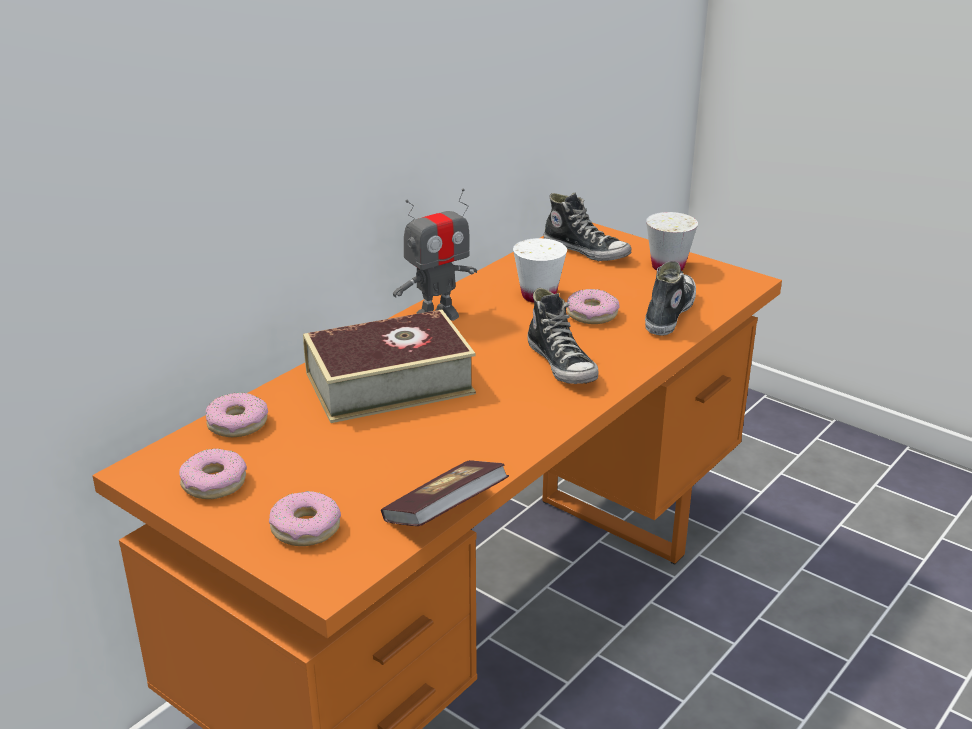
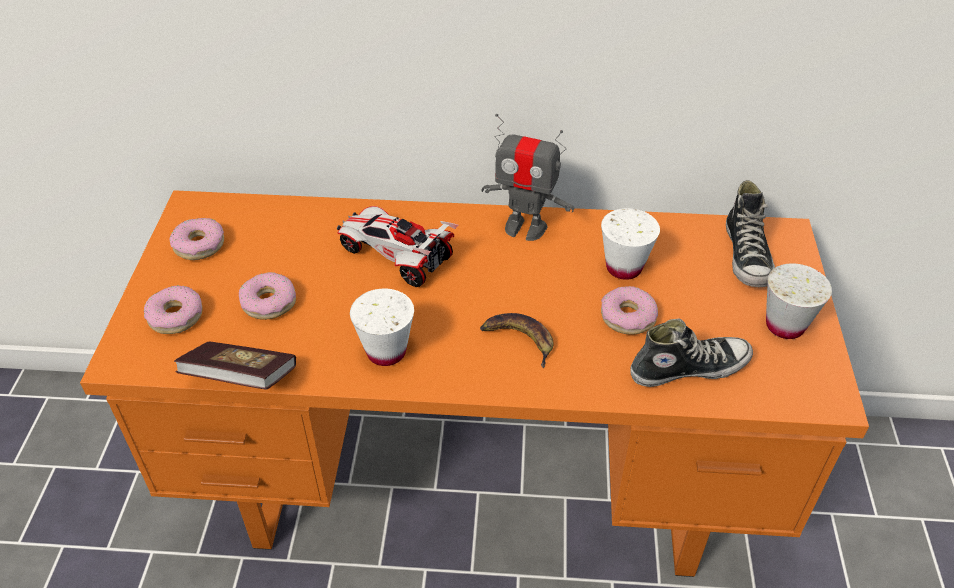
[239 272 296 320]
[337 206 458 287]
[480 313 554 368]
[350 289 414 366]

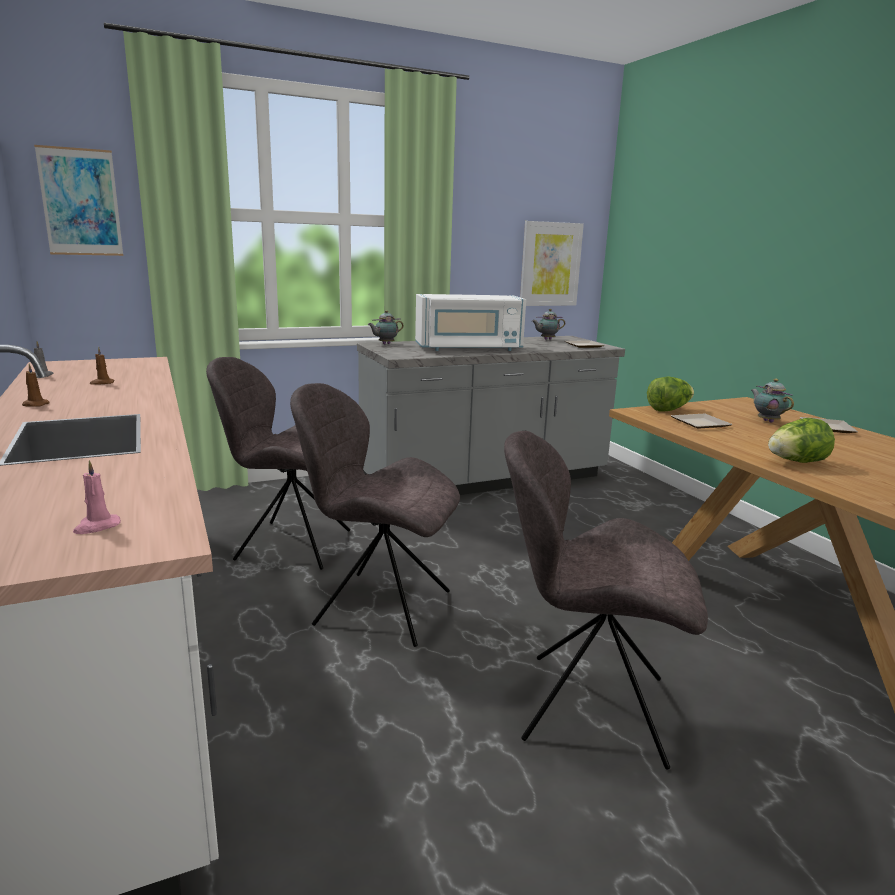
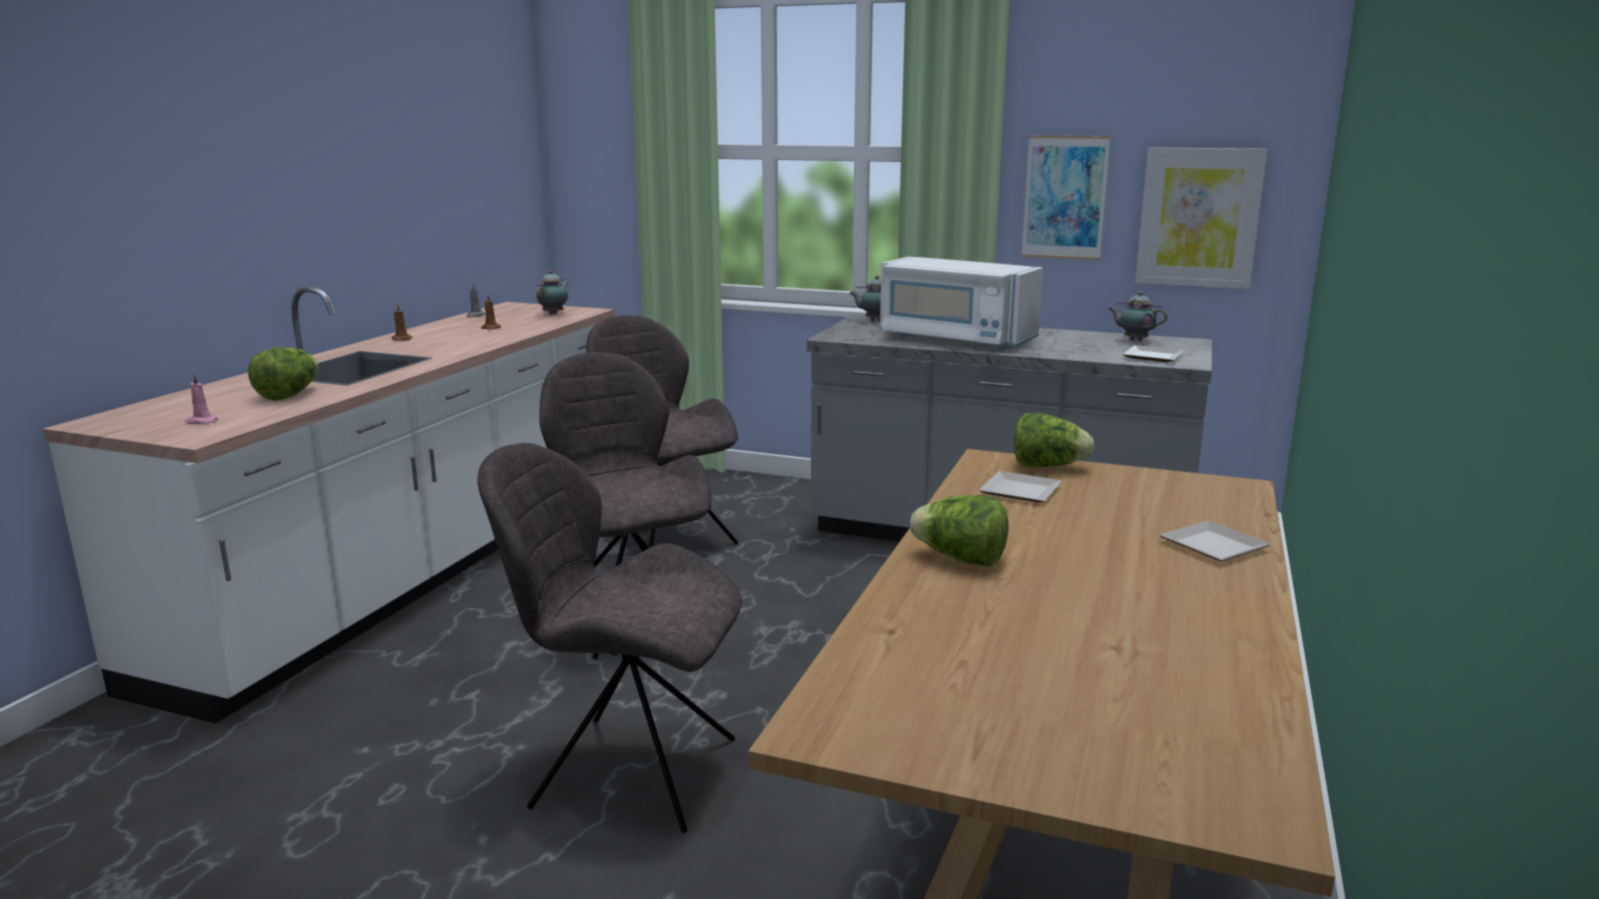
[1021 136 1111 260]
[477 443 742 833]
[536 270 568 315]
[248 347 318 401]

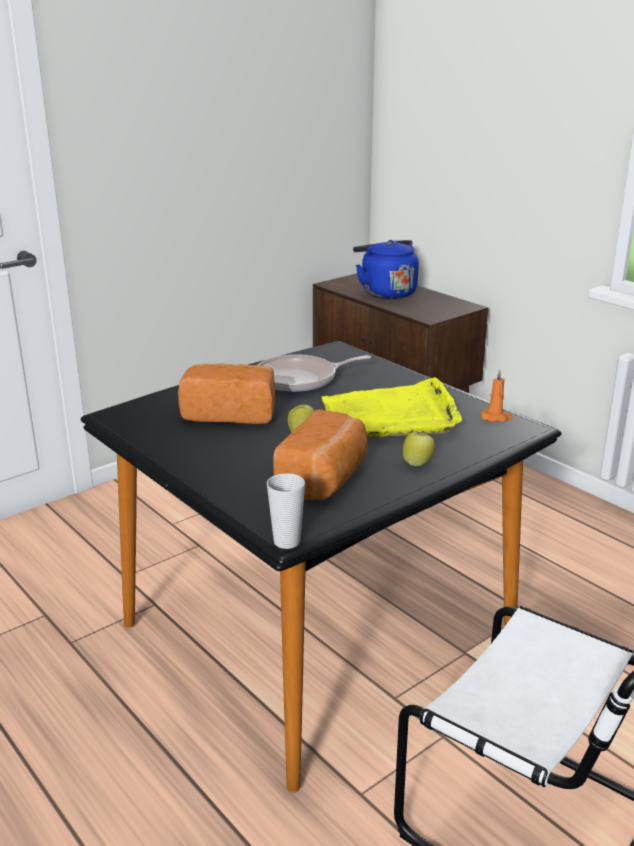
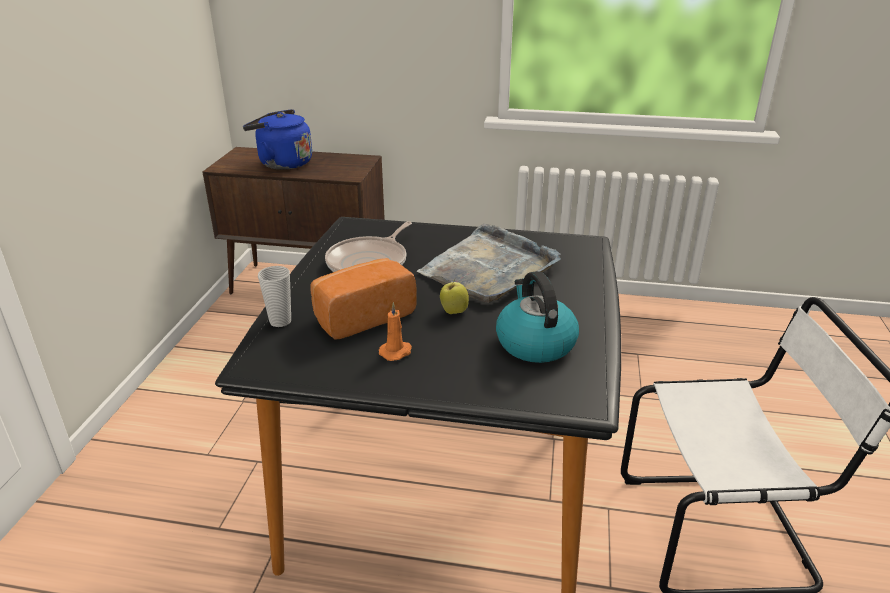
[258 266 291 327]
[496 271 579 363]
[417 224 561 303]
[403 431 435 466] (first image)
[379 302 412 361]

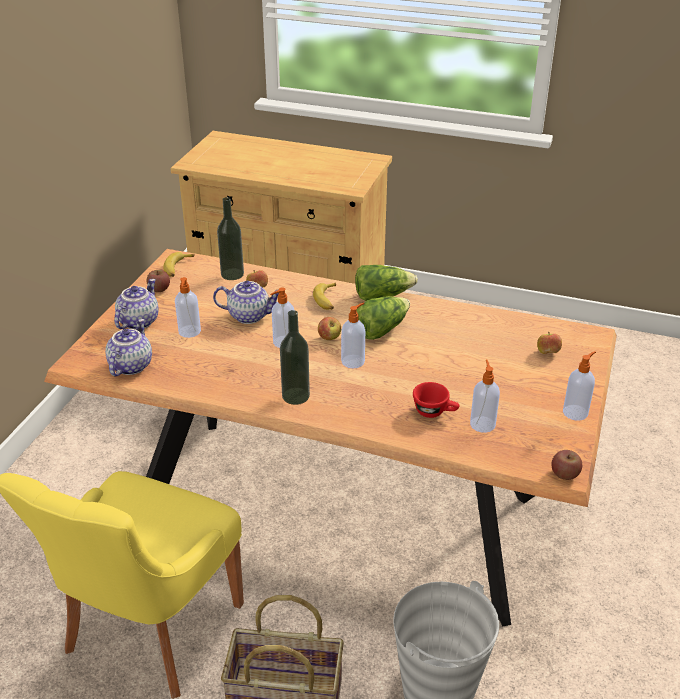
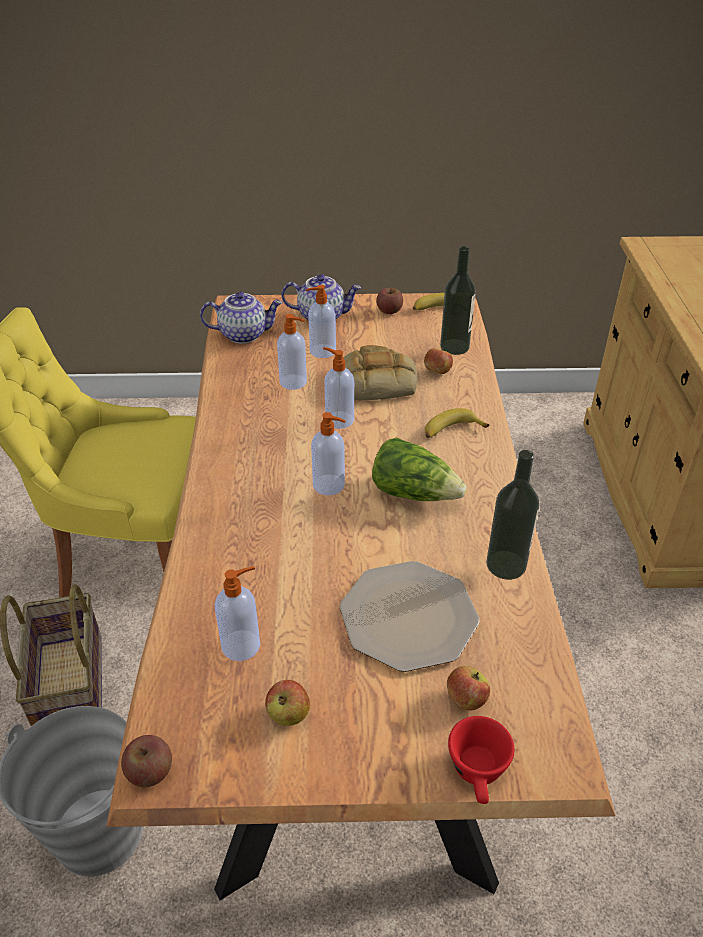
[343 345 417 400]
[486 450 539 580]
[265 680 310 726]
[355 265 418 301] (first image)
[448 716 514 804]
[277 314 307 390]
[340 561 479 672]

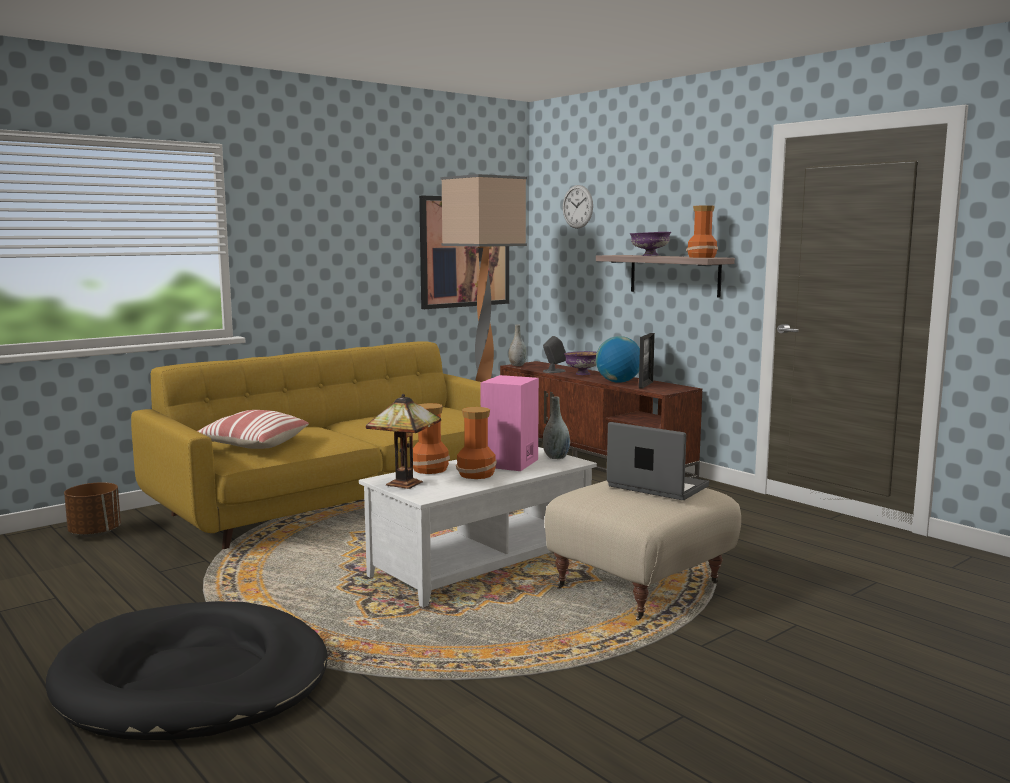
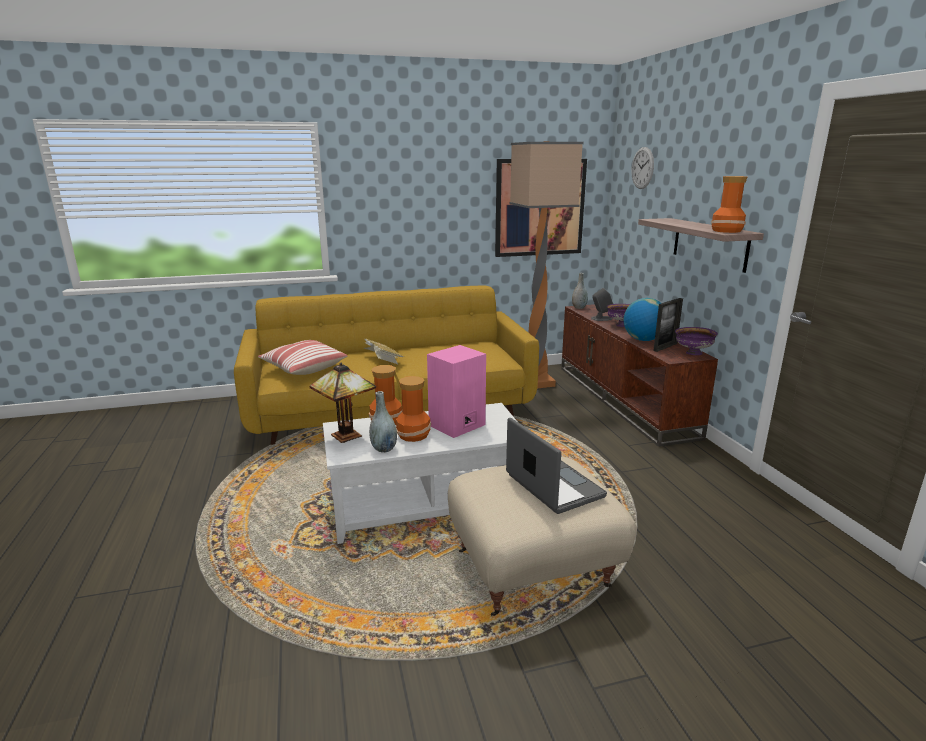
[46 601 328 740] (first image)
[64 482 121 537] (first image)
[369 391 397 453]
[675 327 718 355]
[364 338 404 364]

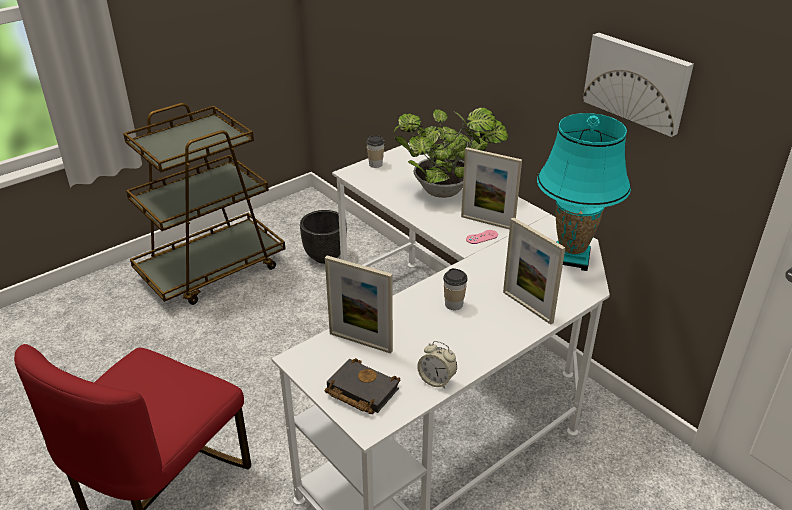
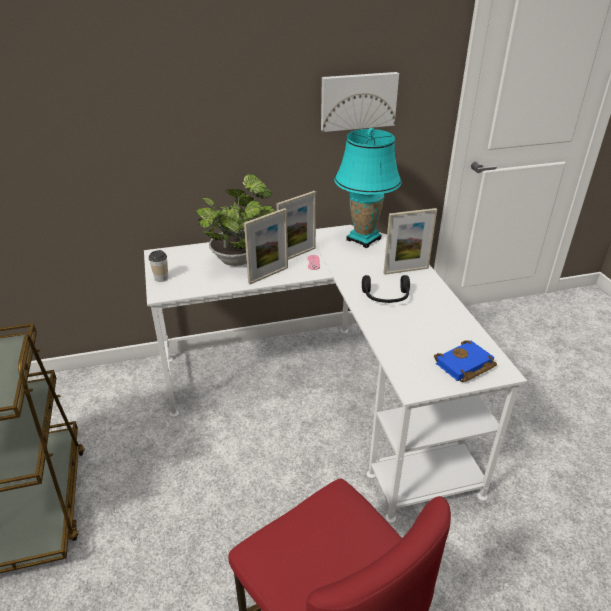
[300 210 347 264] (first image)
[244 208 288 284]
[434 340 497 382]
[417 341 457 389] (first image)
[362 275 410 303]

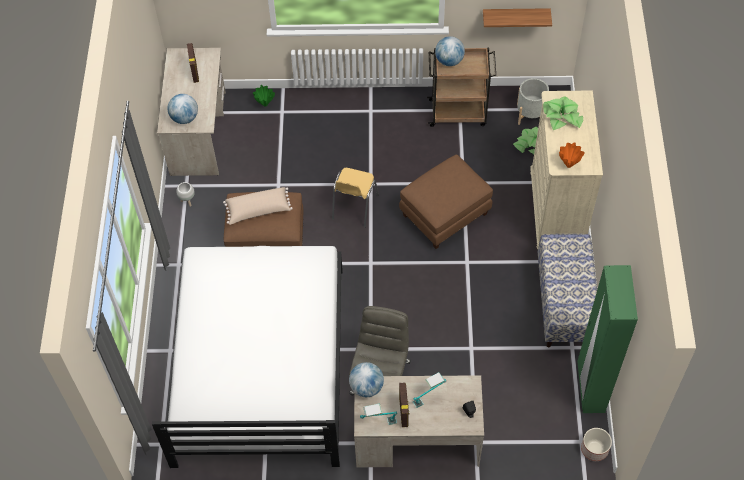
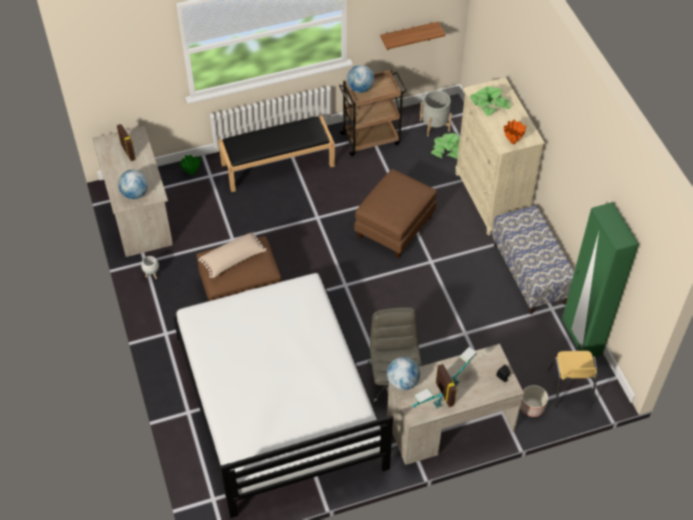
[548 351 598 408]
[520 385 548 417]
[218 115 335 192]

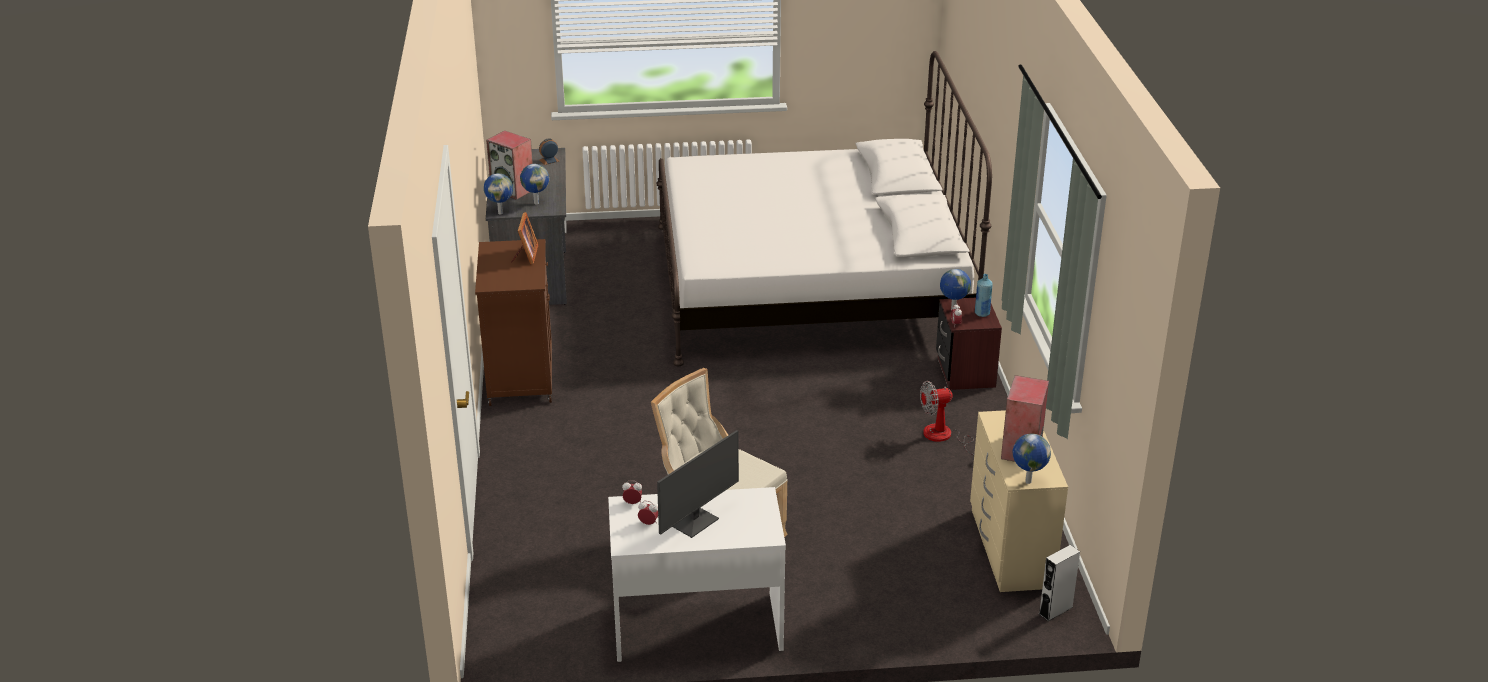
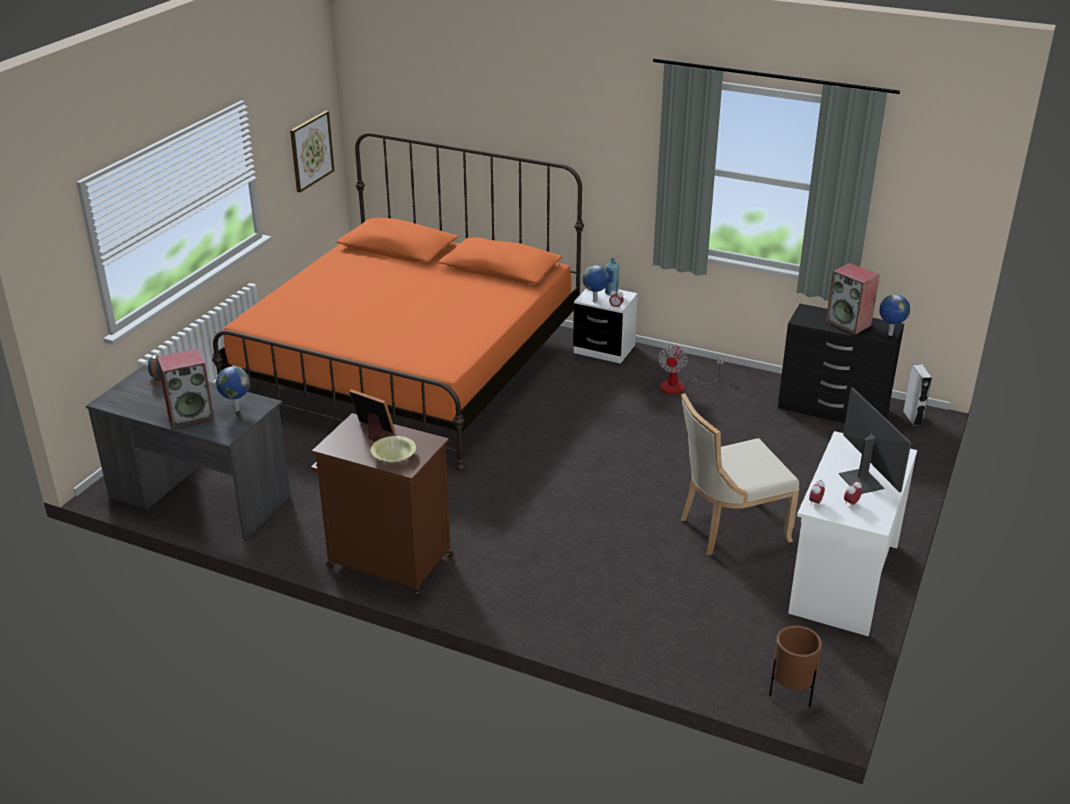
[484 173 513 214] (first image)
[212 132 584 470]
[573 288 638 364]
[778 304 904 423]
[290 111 334 192]
[371 436 416 463]
[769 626 822 708]

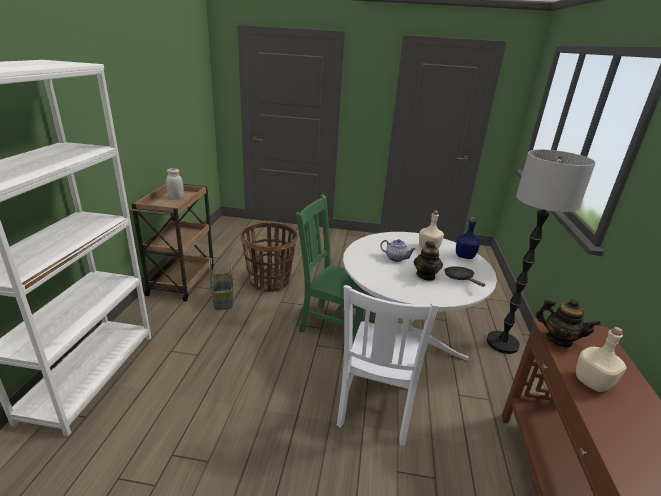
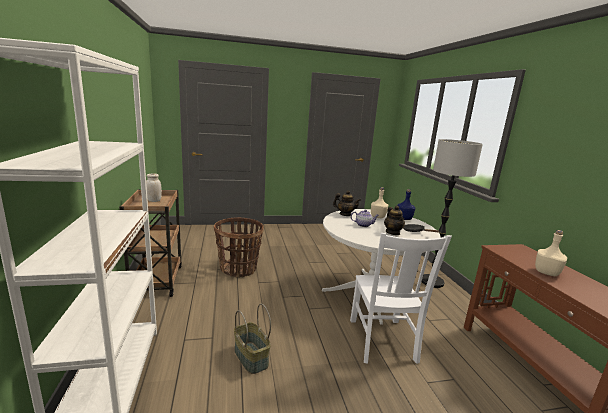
[234 304 271 374]
[296 194 376 340] (first image)
[333 190 361 216]

